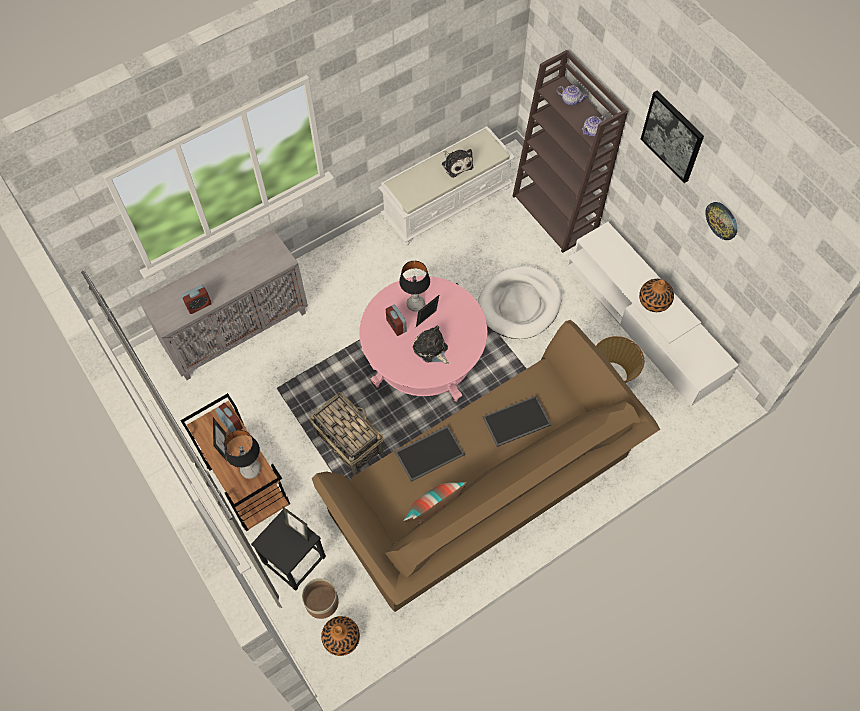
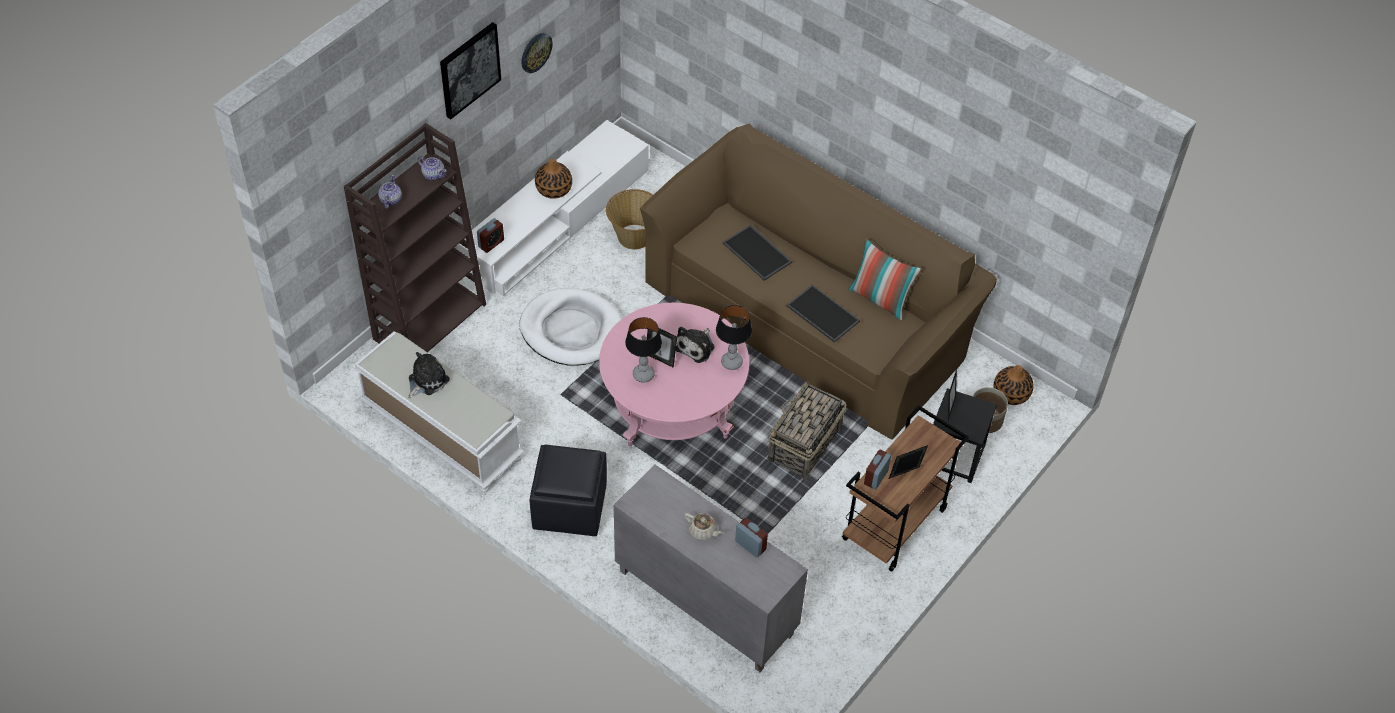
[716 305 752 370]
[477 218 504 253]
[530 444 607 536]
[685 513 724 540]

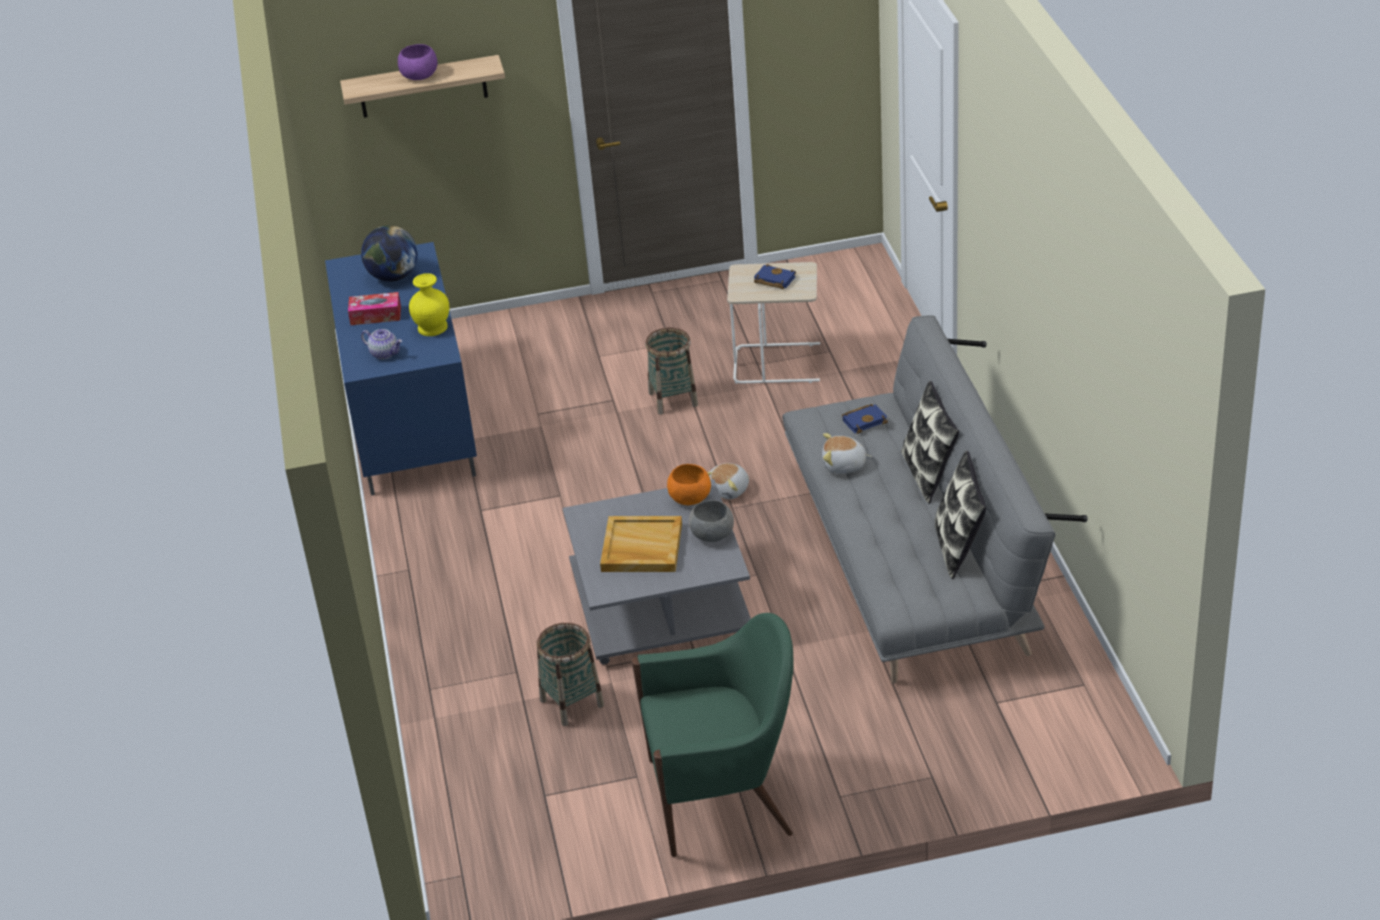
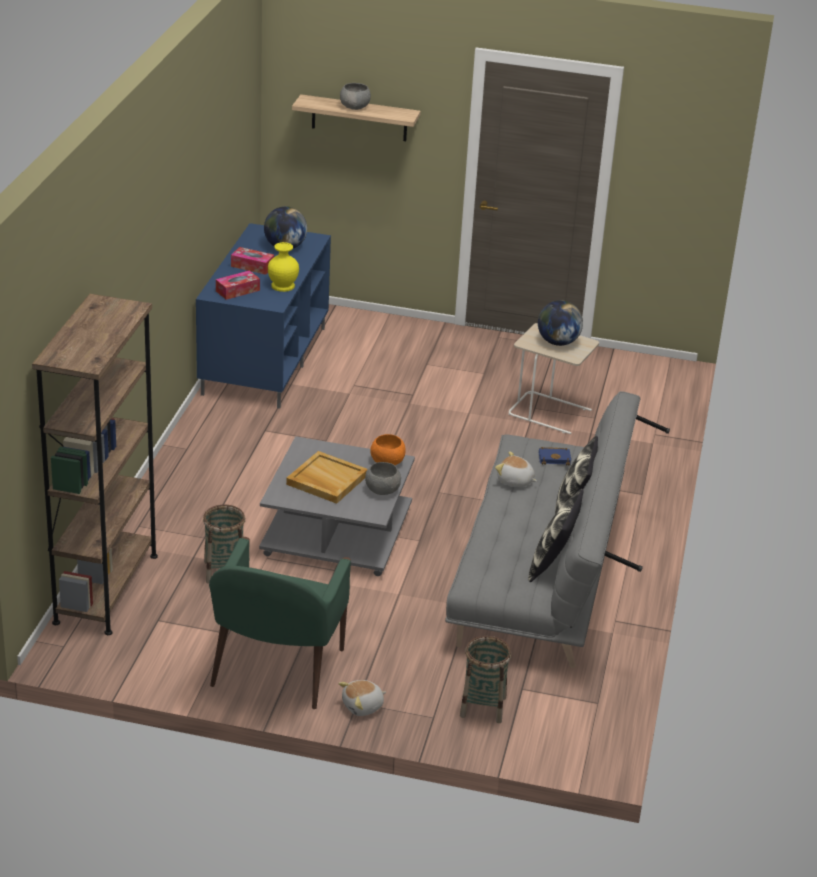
[216 270 260 300]
[340 83 371 110]
[209 537 351 709]
[460 636 511 723]
[338 680 386 716]
[538 300 583 346]
[32 294 158 635]

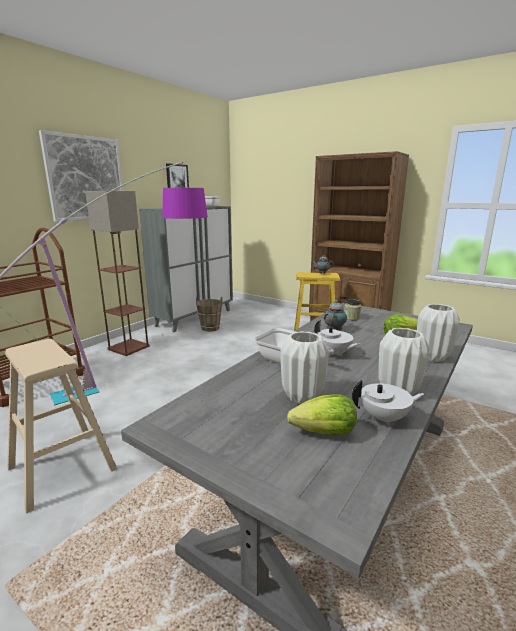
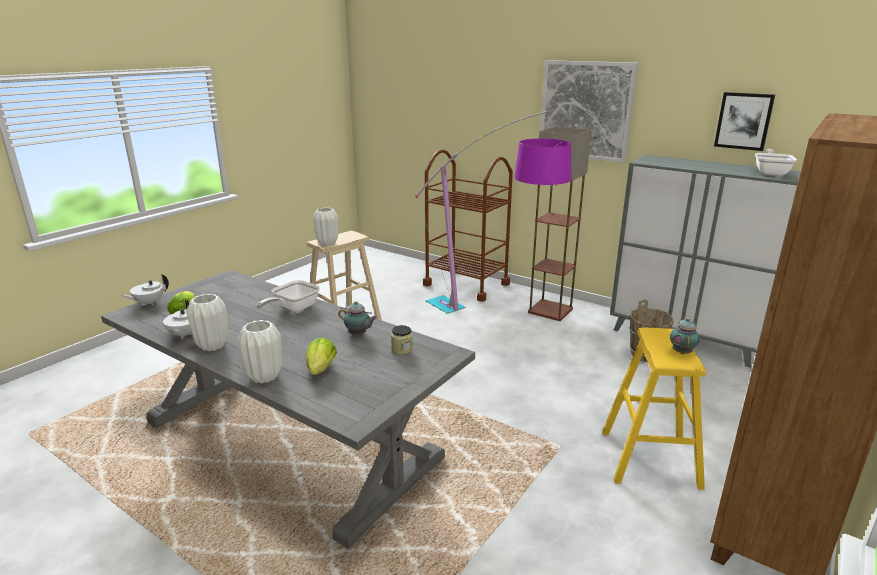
[313 208 338 246]
[121 274 169 306]

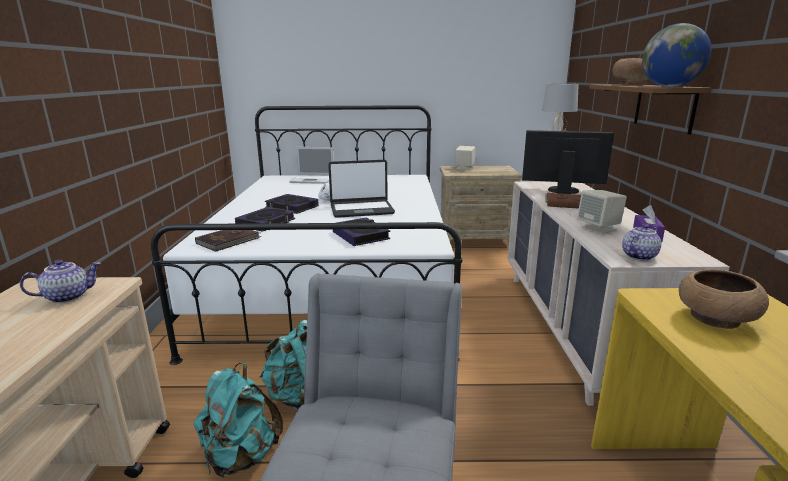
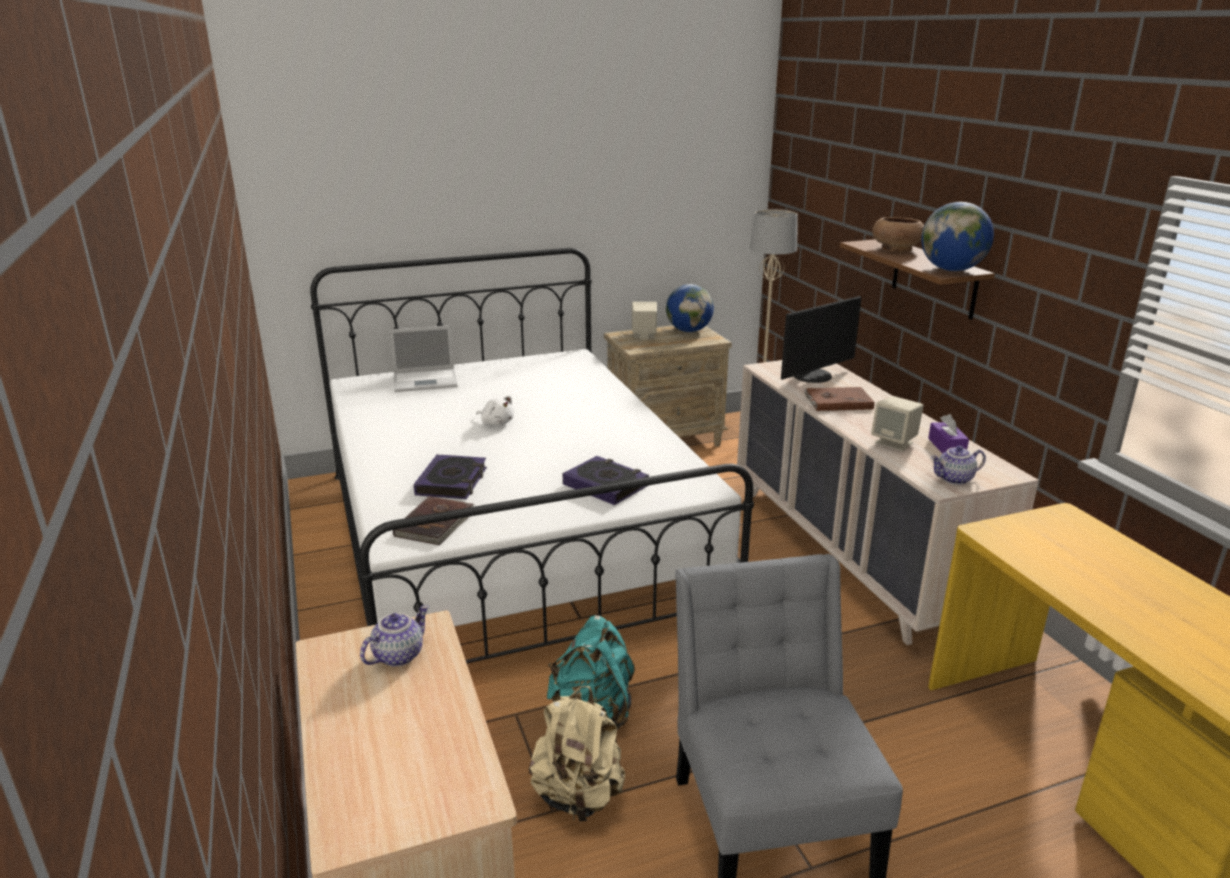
[529 686 625 821]
[265 194 319 214] (first image)
[328 160 395 218] (first image)
[781 296 861 383]
[930 446 986 485]
[679 269 769 329] (first image)
[666 284 714 332]

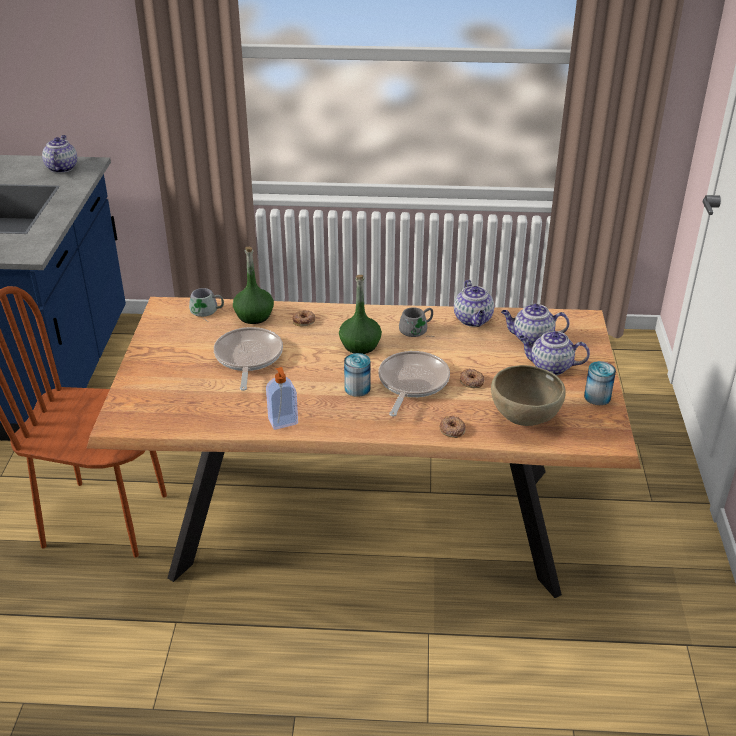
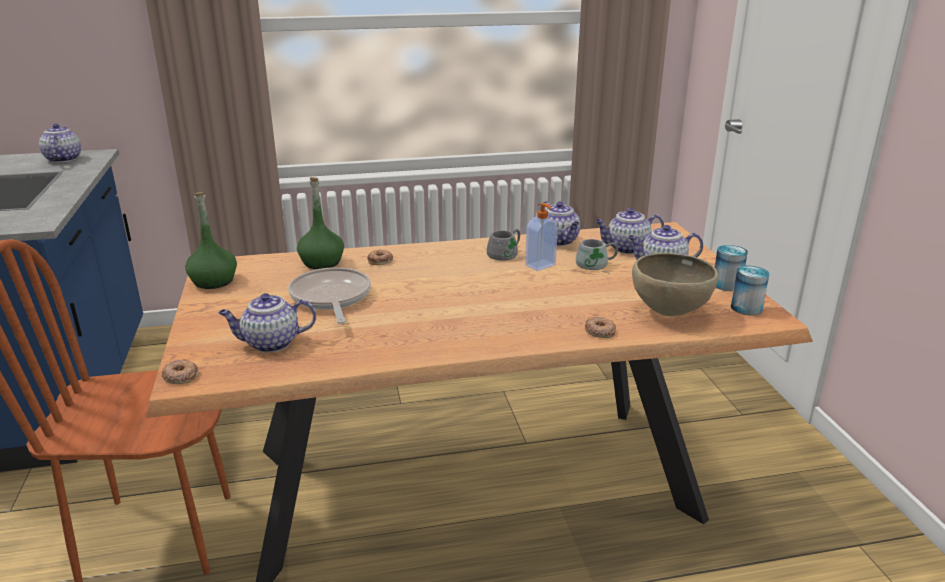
[576 239 618 273]
[525 203 558 271]
[185 192 237 289]
[731 266 769 315]
[379 351 450 417] (first image)
[162 359 198 384]
[218 293 316 353]

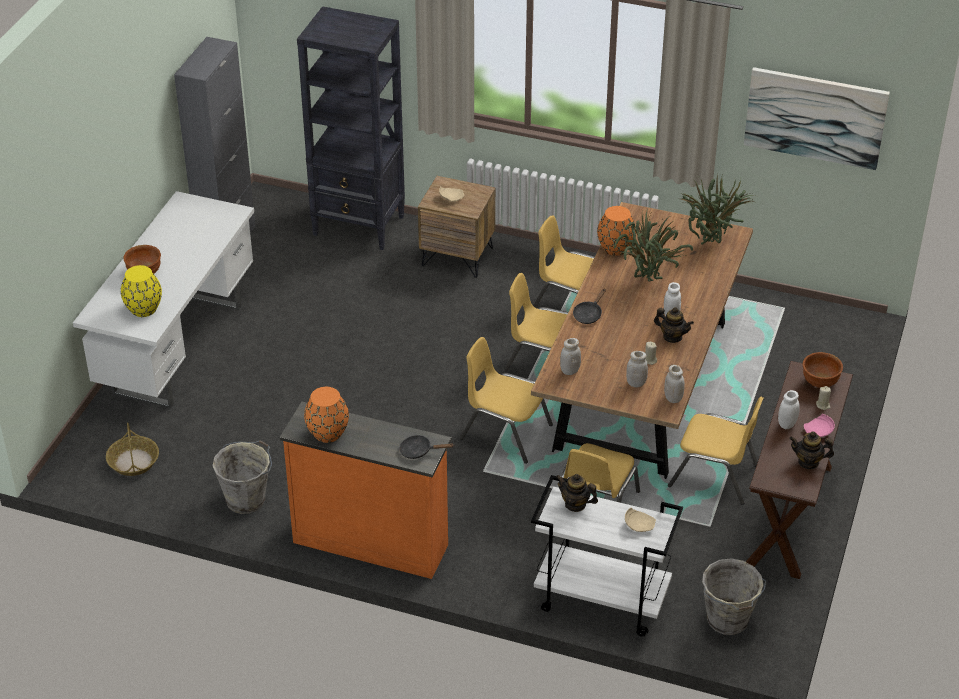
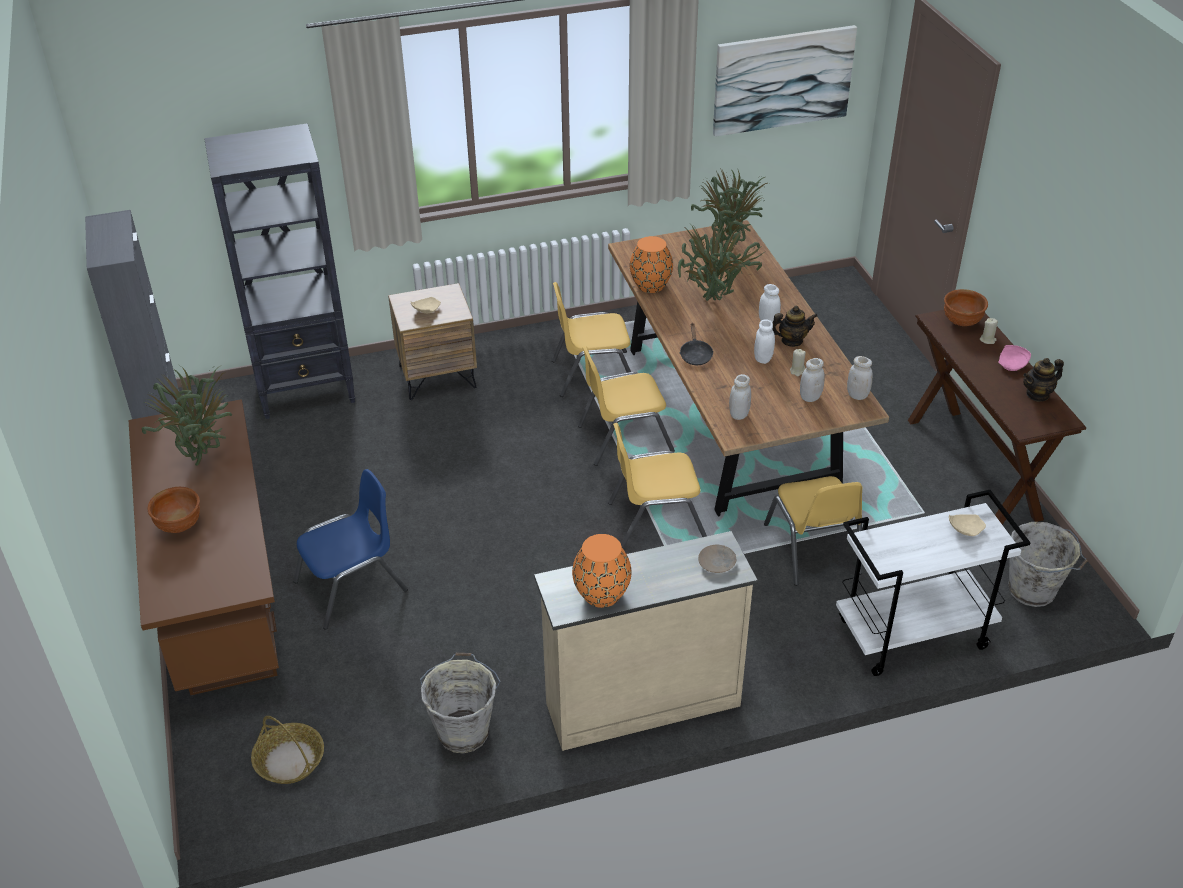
[128 399 279 696]
[121 265 162 317] (first image)
[534 531 758 751]
[698 544 736 573]
[556 474 598 512] (first image)
[668 397 764 505] (first image)
[754 319 775 364]
[142 365 232 465]
[293 469 408 630]

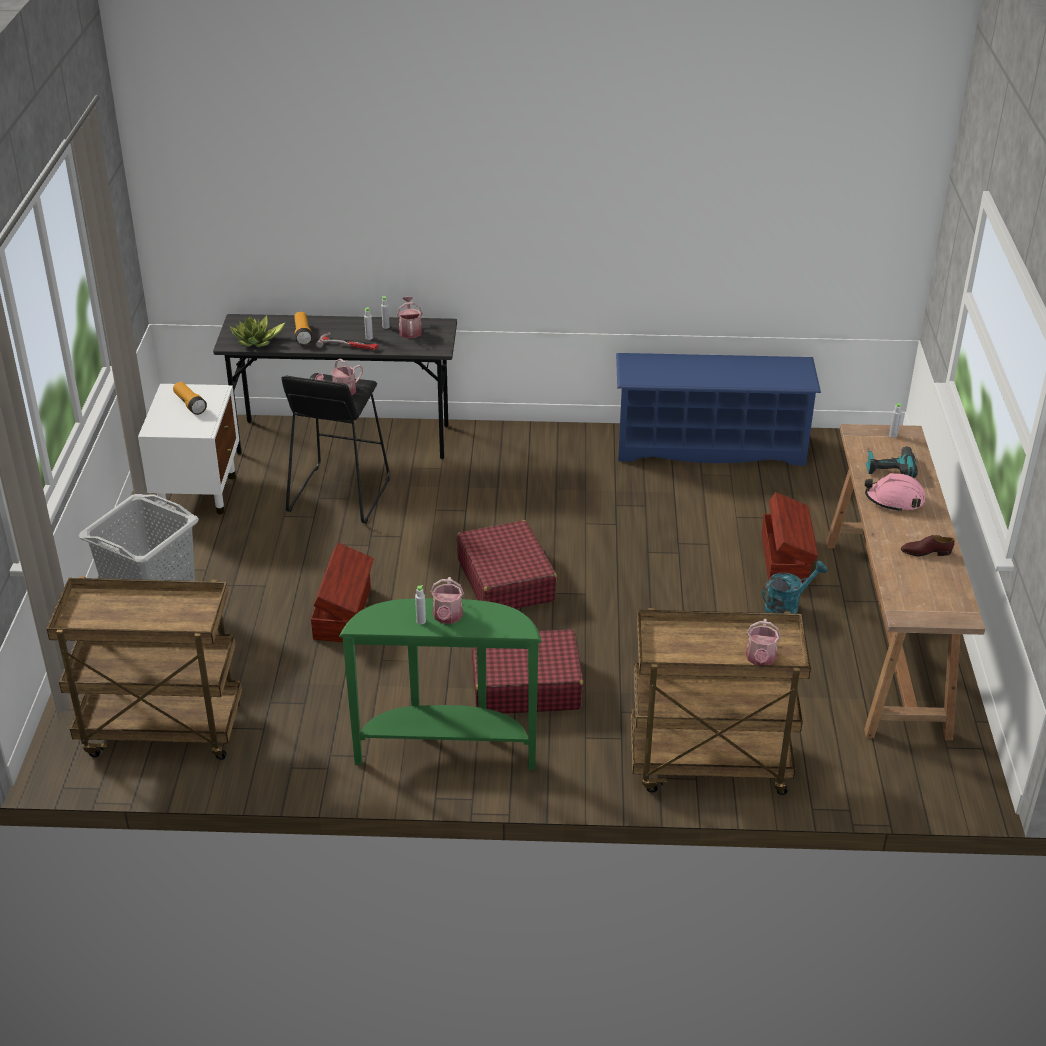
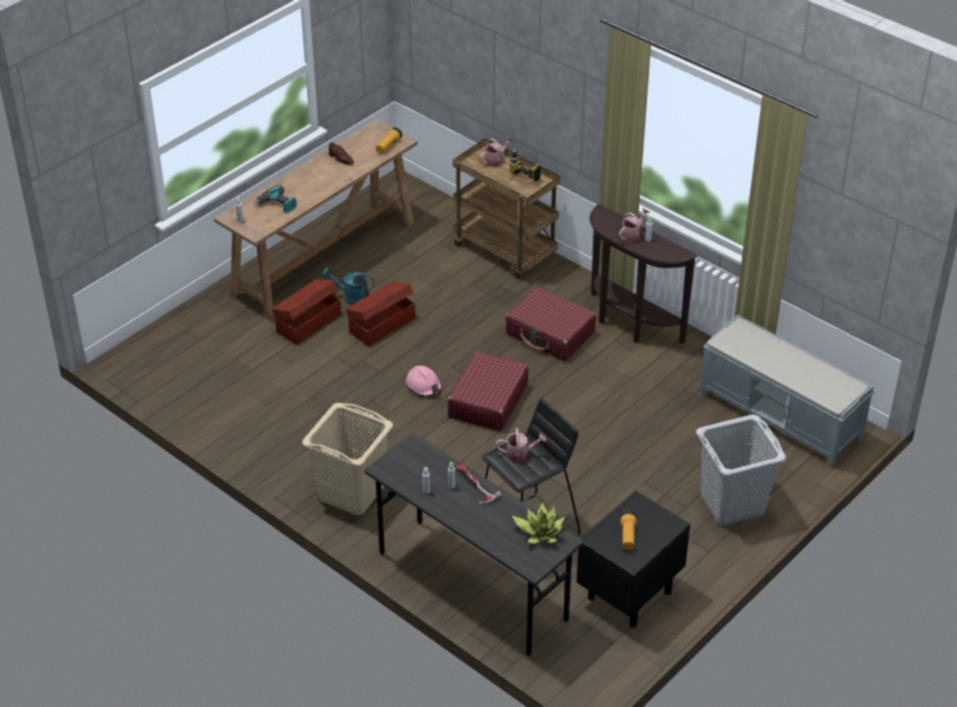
[700 315 875 468]
[577 491 690 628]
[376 127 402 154]
[346 282 416 346]
[590 204 697 344]
[397 297 423 338] (first image)
[616 353 821 466] (first image)
[406 365 442 397]
[302 403 393 515]
[510 148 541 182]

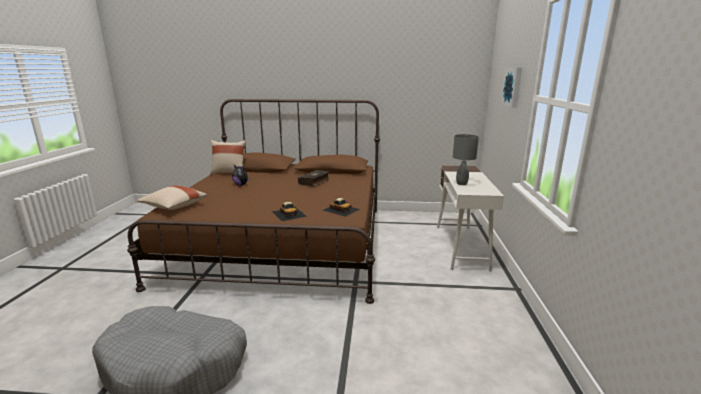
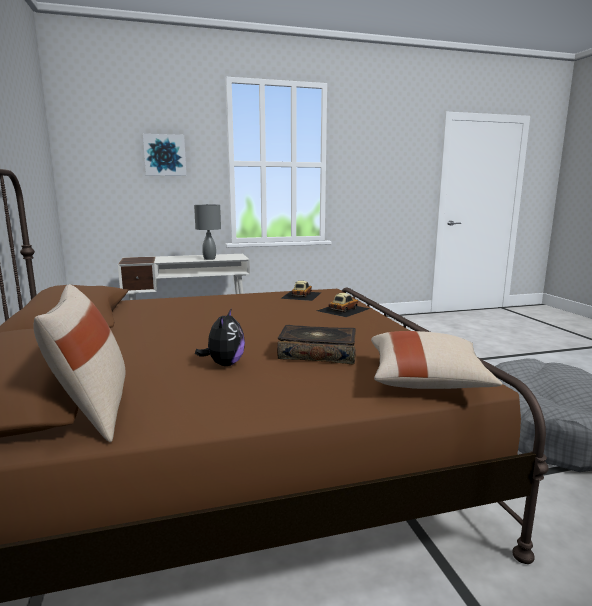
[277 325 356 364]

